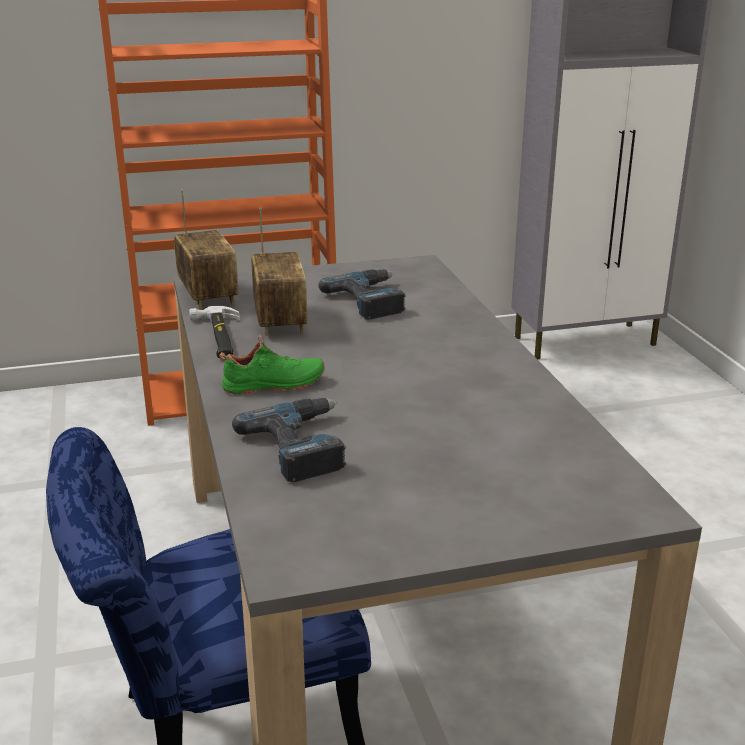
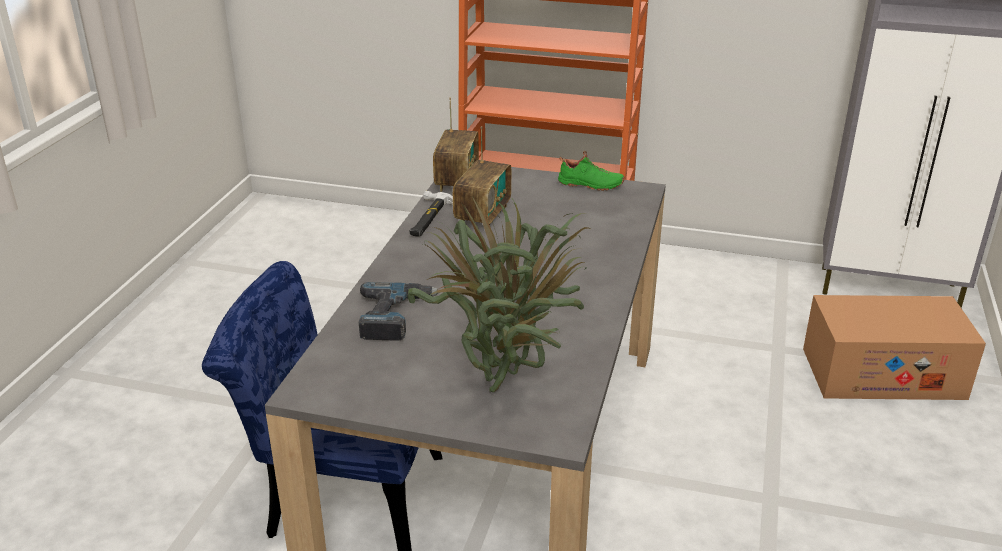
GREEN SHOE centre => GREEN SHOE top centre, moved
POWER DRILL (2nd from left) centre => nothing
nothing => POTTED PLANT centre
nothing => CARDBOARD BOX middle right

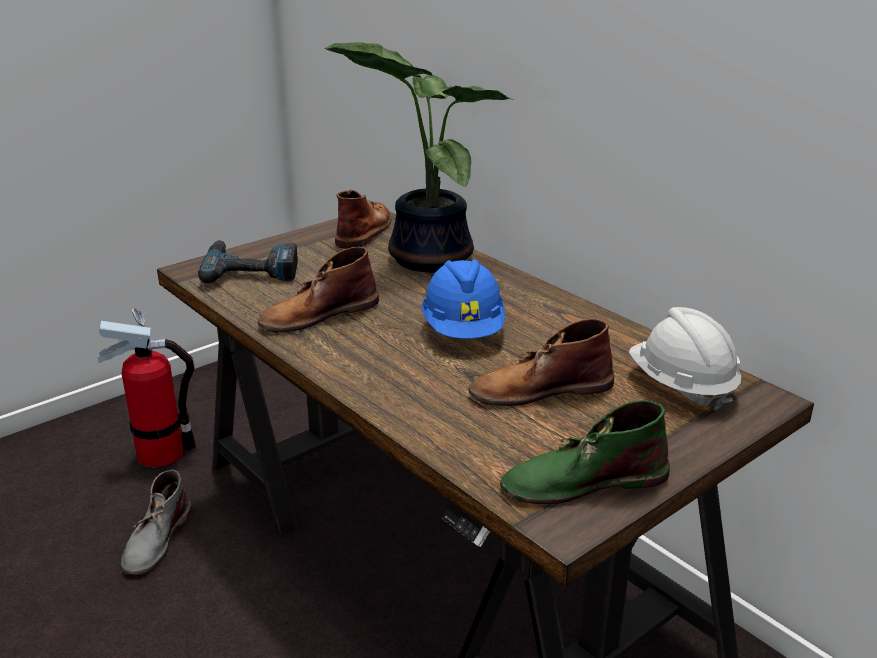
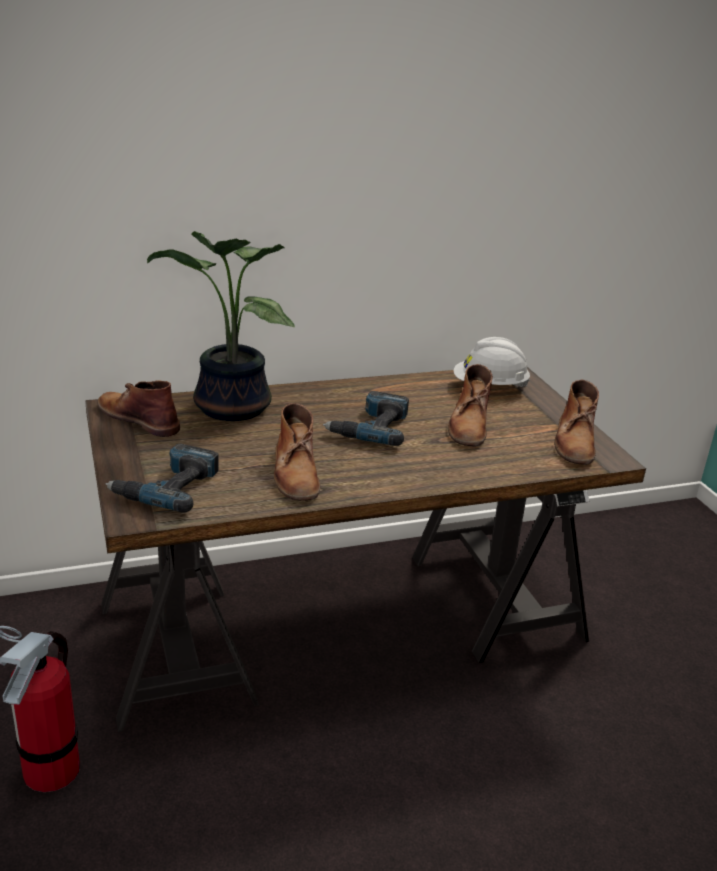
GREY BOOT bottom left => nothing
BLUE HARD HAT centre => POWER DRILL (2nd from left) centre
GREEN BOOT bottom right => BROWN BOOT (4th from left) middle right

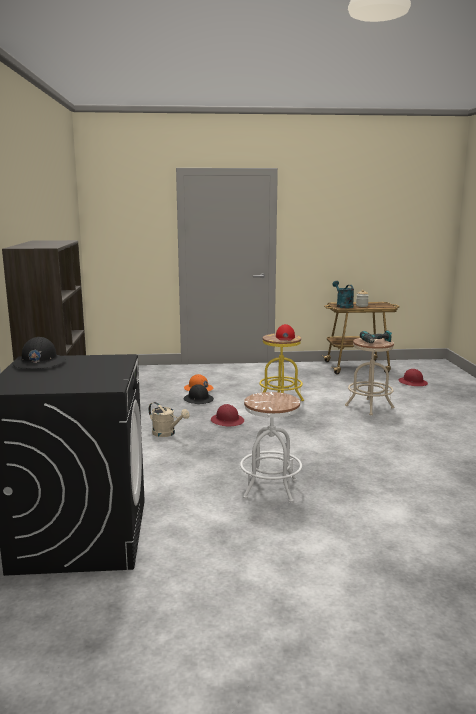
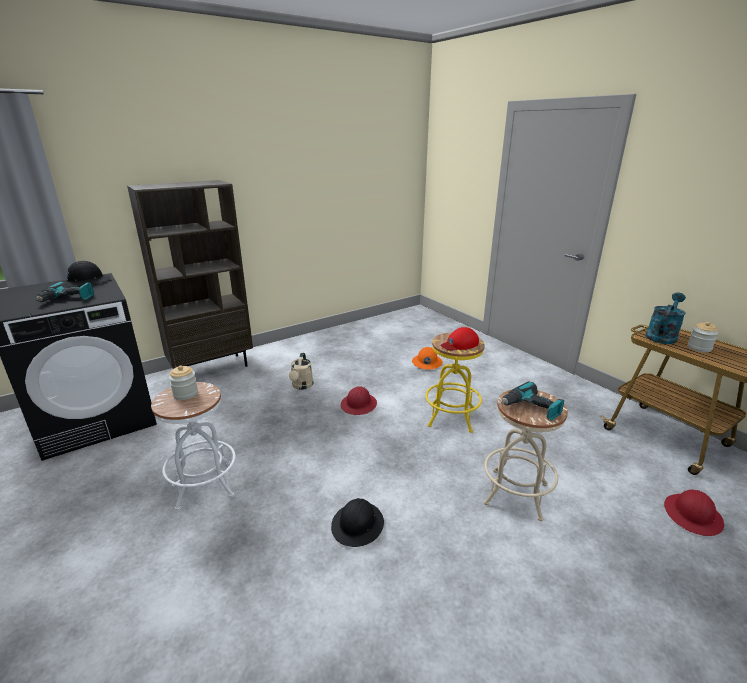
BLACK HARD HAT (2nd from left) centre => BLACK HARD HAT (2nd from left) bottom centre, moved
nothing => POWER DRILL (1st from left) middle left
nothing => JAR (1st from left) middle left

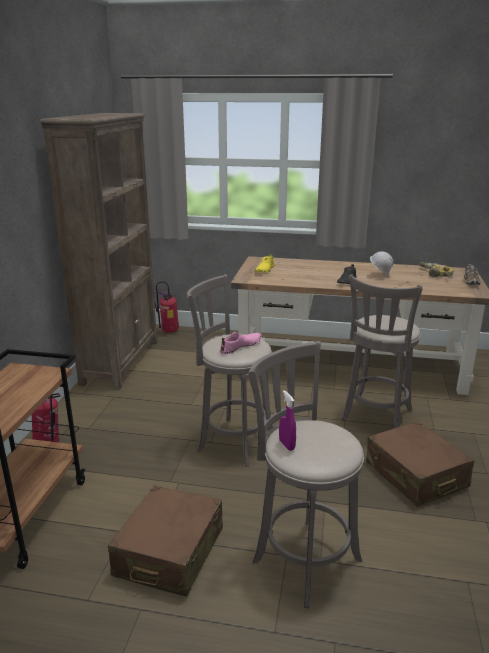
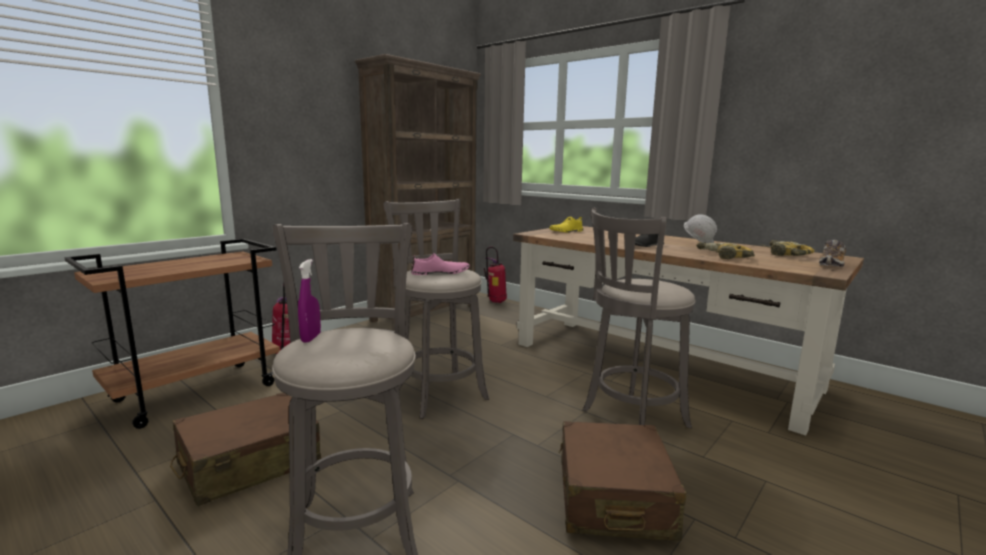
nothing => POWER DRILL (1st from left) middle right

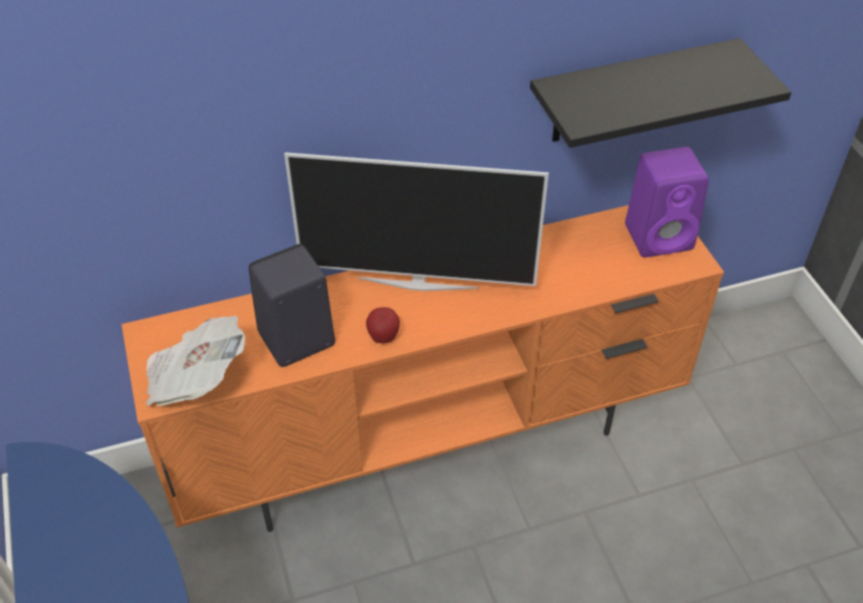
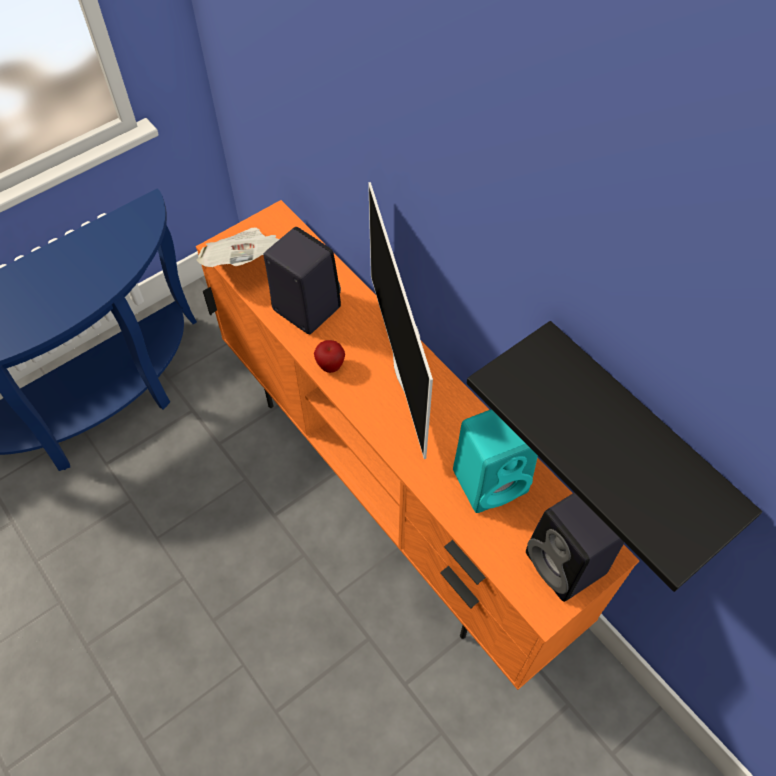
PURPLE SPEAKER middle right => BLACK SPEAKER (2nd from left) bottom right
nothing => TURQUOISE SPEAKER centre

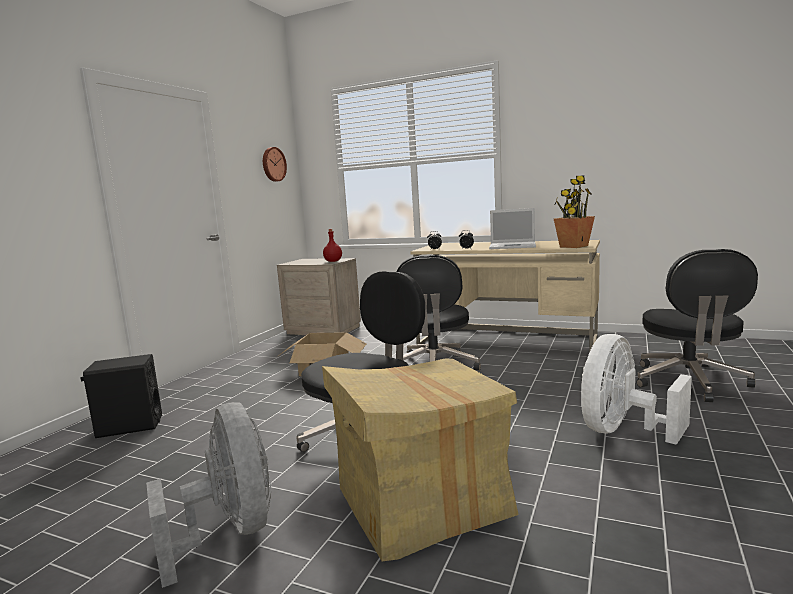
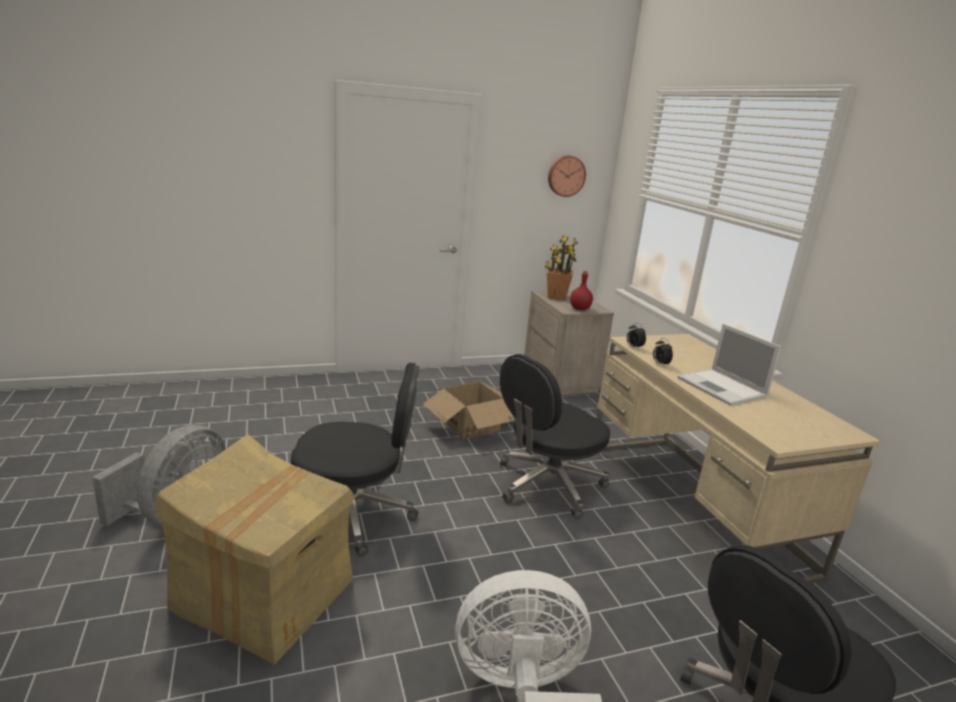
BLACK SPEAKER bottom left => nothing
POTTED PLANT middle right => POTTED PLANT centre, moved

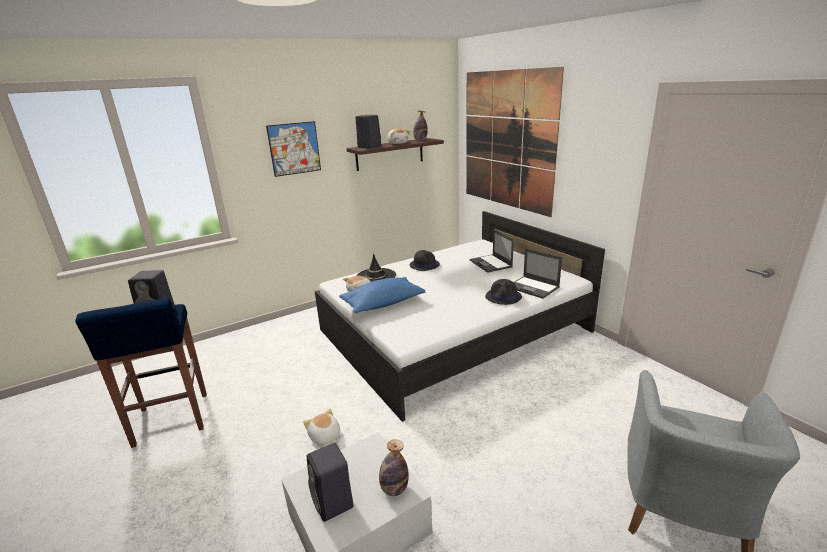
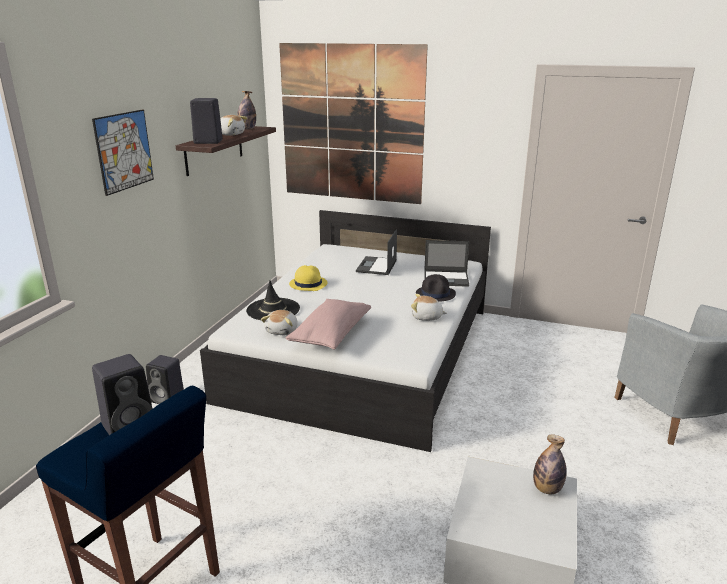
PLUSH TOY (1st from left in the first image) bottom centre => PLUSH TOY (3rd from left) centre, moved
BLACK SPEAKER (2nd from left) bottom centre => BLACK SPEAKER (2nd from left) middle left, moved
BLUE PILLOW centre => PINK PILLOW centre
BLACK HAT (2nd from left) centre => YELLOW HAT centre
LAPTOP (1st from left) centre, 75 degrees clockwise

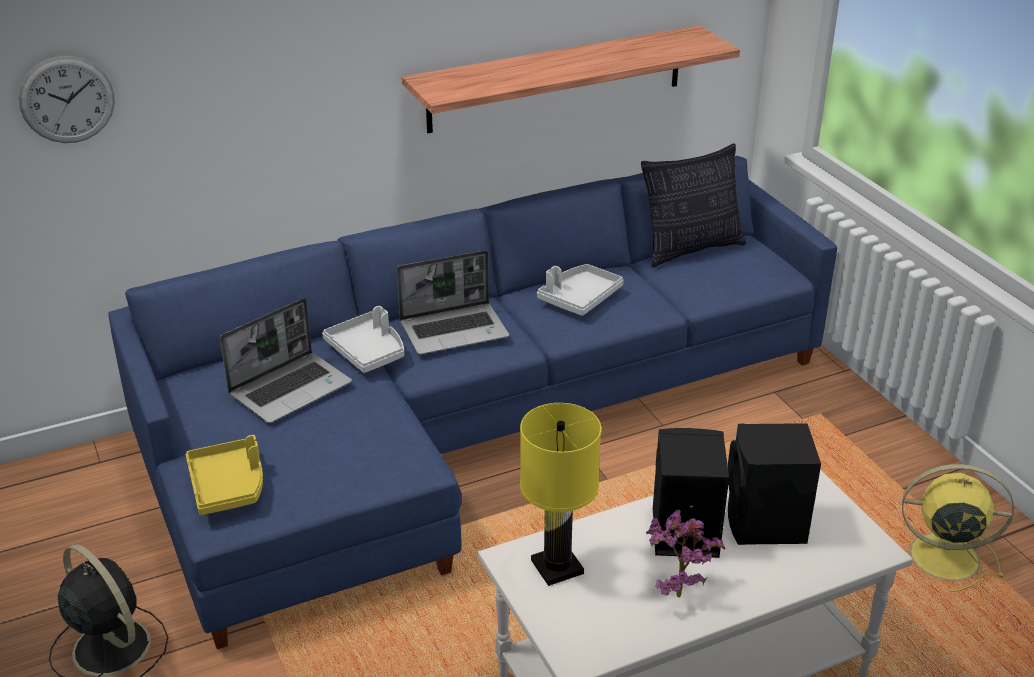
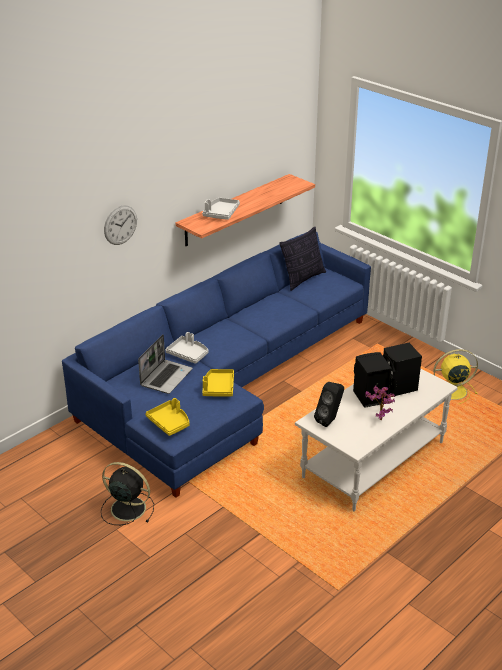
WALL CLOCK top left => WALL CLOCK middle left, moved
LAPTOP (2nd from left) centre => nothing
YELLOW TABLE LAMP bottom centre => BLACK SPEAKER (1st from left) centre
GREY TRAY (2nd from left) centre => GREY TRAY (2nd from left) top centre, moved
nothing => YELLOW TRAY (2nd from left) centre

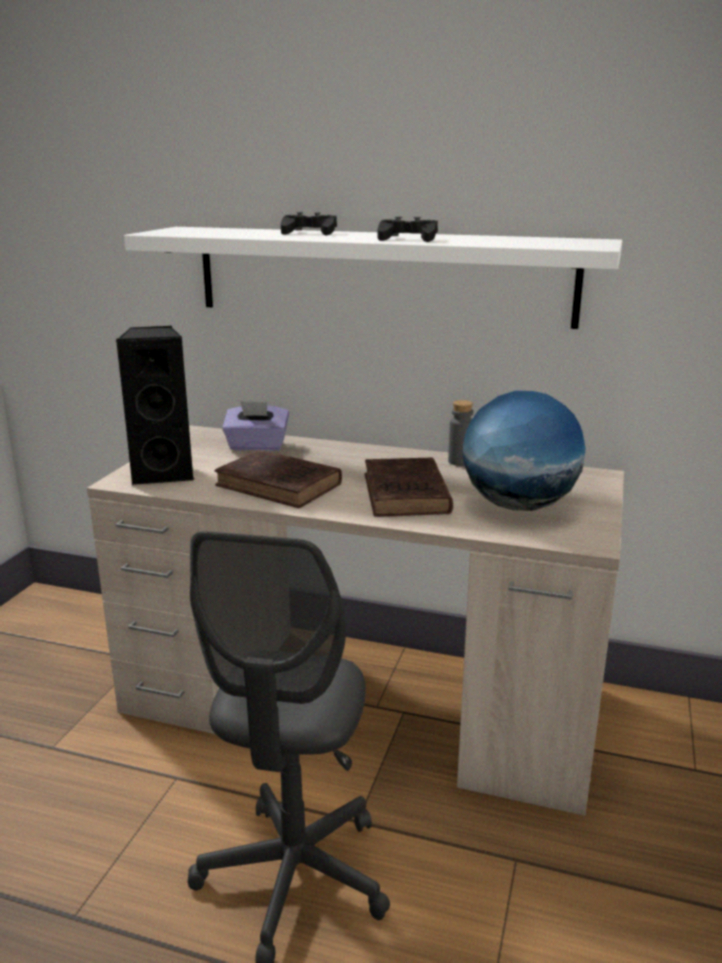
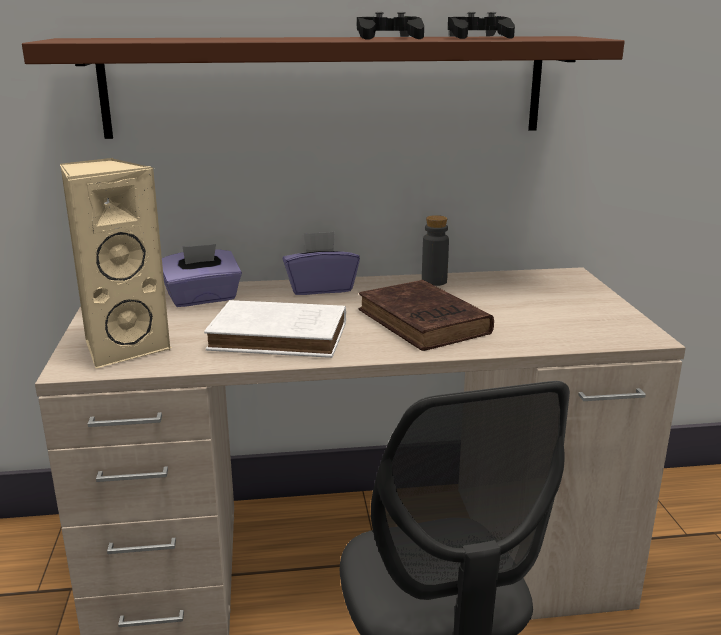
BLACK SPEAKER middle left => BEIGE SPEAKER middle left
WHITE SHELF top centre => BROWN SHELF top centre
BROWN BOOK (1st from left) centre => WHITE BOOK centre
BLACK GAME CONTROLLER (1st from left in the first image) top centre => BLACK GAME CONTROLLER (2nd from left) top right, moved
GLOBE middle right => nothing
nothing => PURPLE TISSUE BOX (2nd from left) centre

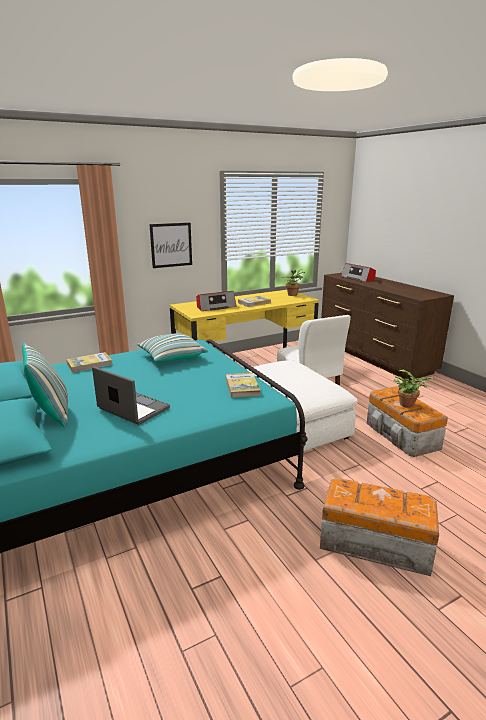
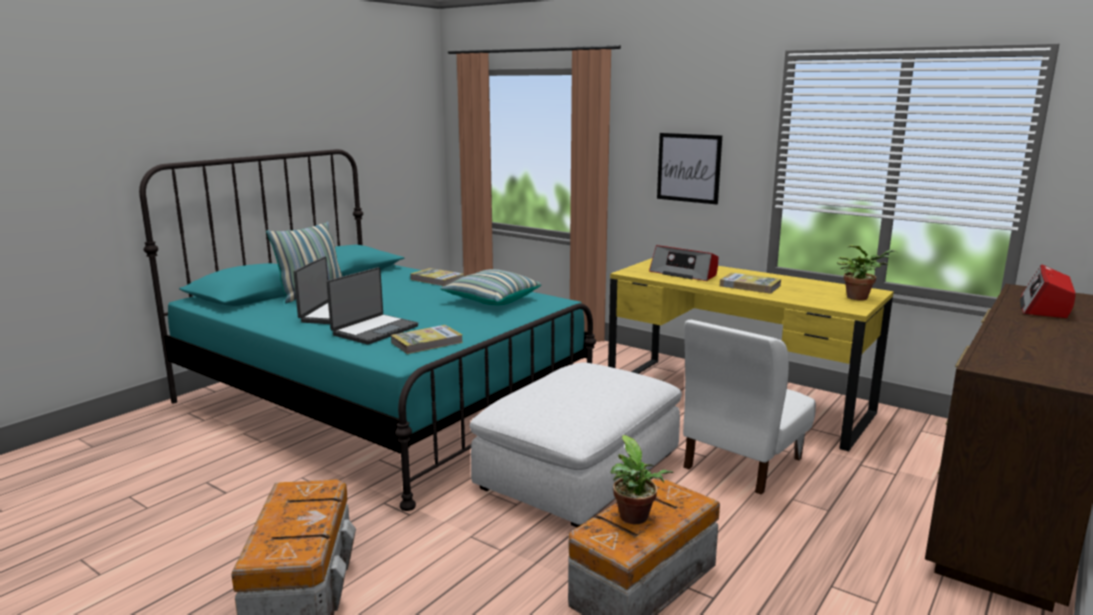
nothing => LAPTOP (2nd from left) centre

